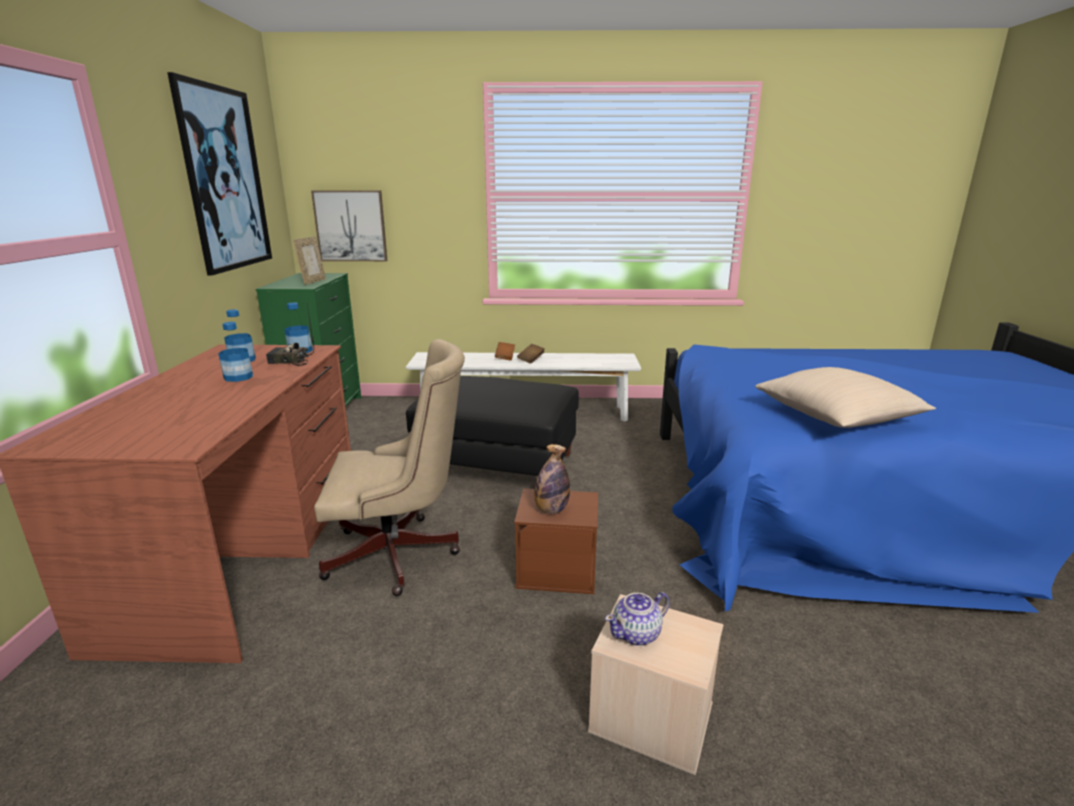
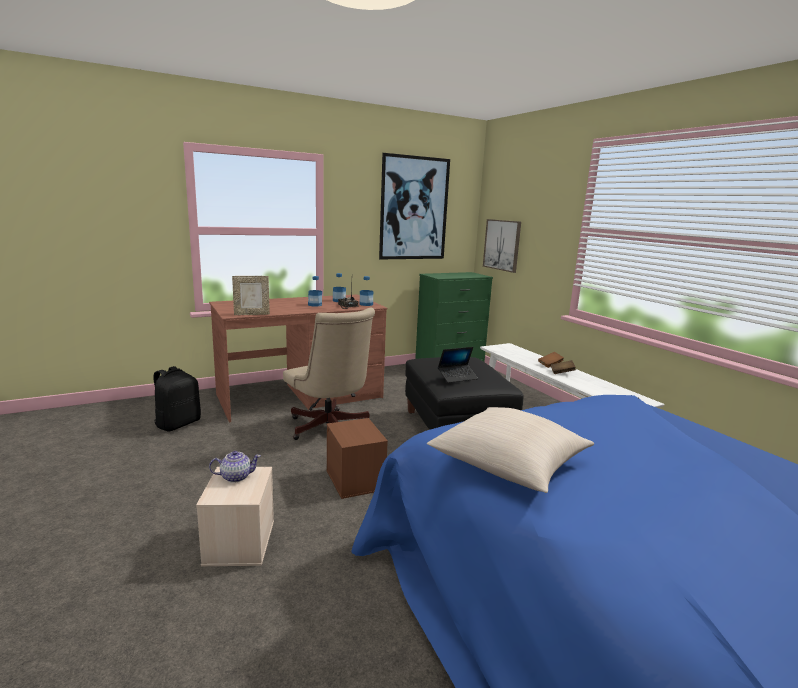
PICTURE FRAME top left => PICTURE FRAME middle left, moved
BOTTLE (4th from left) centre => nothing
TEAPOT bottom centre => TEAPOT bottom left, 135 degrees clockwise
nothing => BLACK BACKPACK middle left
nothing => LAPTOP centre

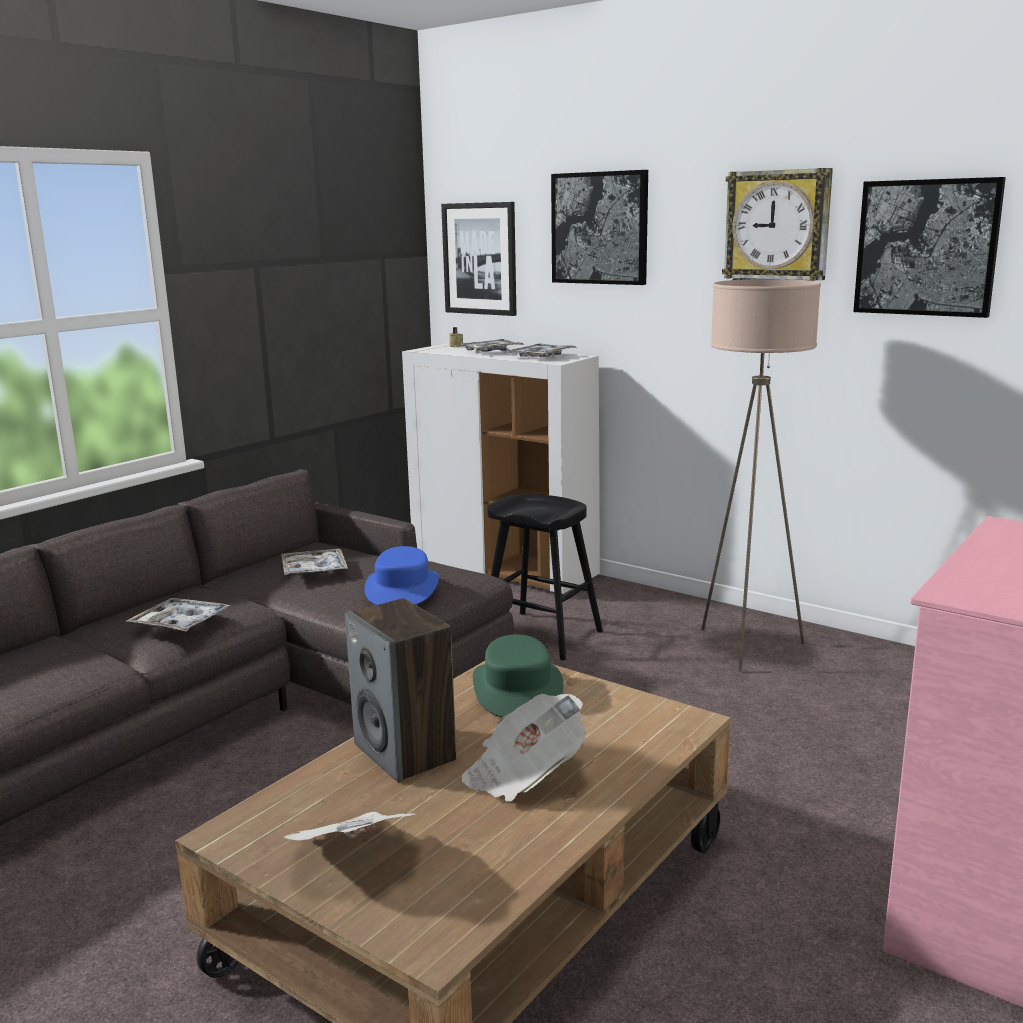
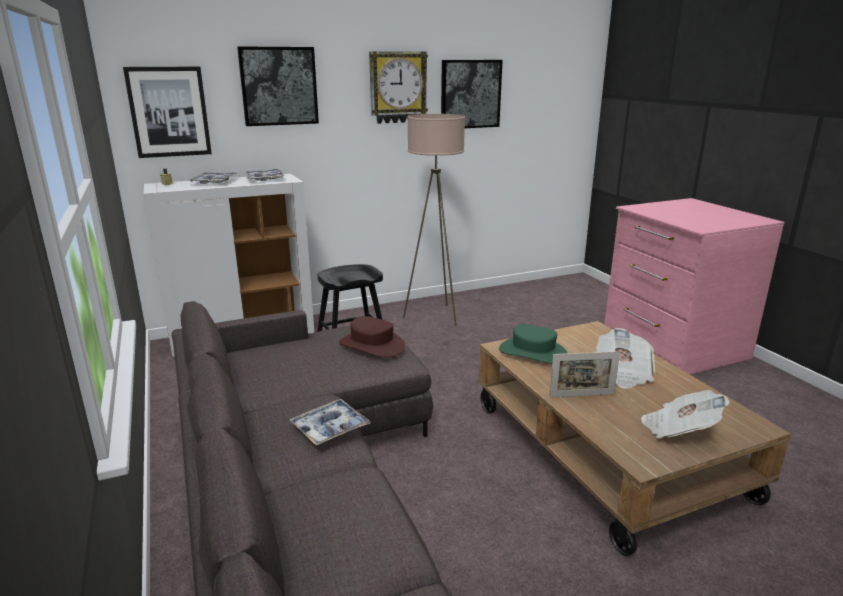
TRAY (2nd from left) middle left => nothing
SPEAKER bottom centre => PICTURE FRAME middle right
BLUE HAT centre => BROWN HAT centre

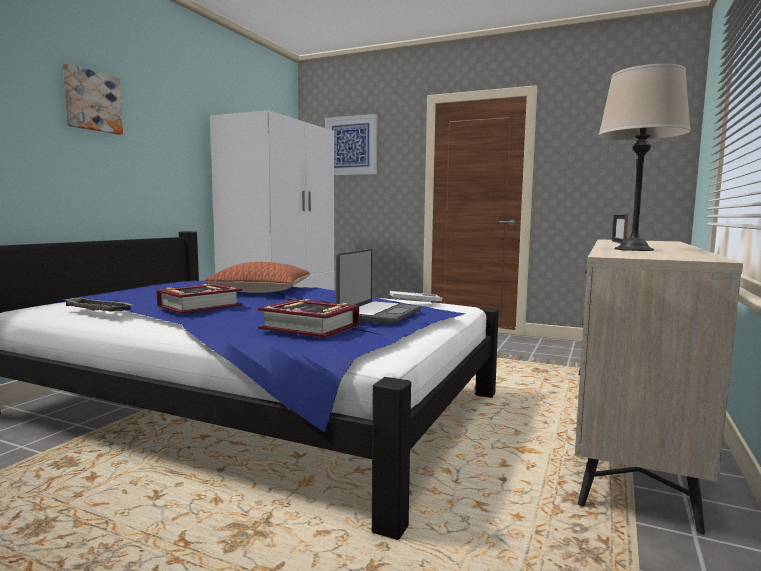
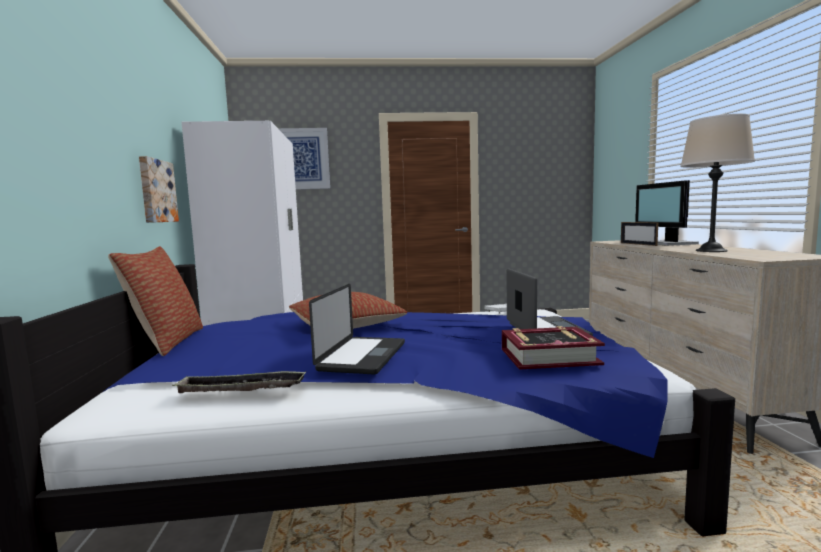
PICTURE (1st from left) top left => PICTURE (1st from left) middle left, moved
BOOK (1st from left) middle left => LAPTOP (1st from left) centre
nothing => PILLOW (1st from left) middle left
nothing => MONITOR middle right

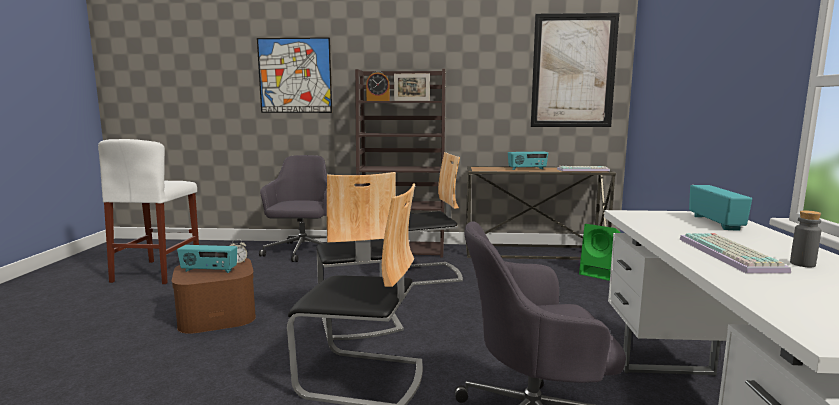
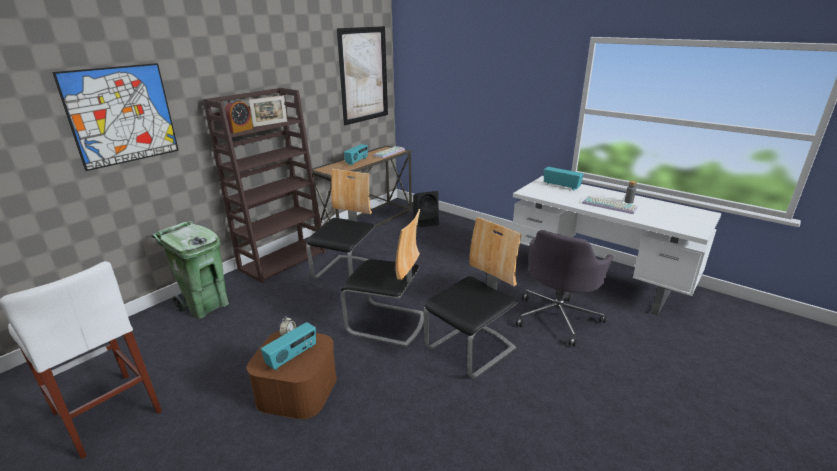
GREY OFFICE CHAIR (1st from left) centre => GREEN TRASH CAN middle left
GREEN SPEAKER middle right => BLACK SPEAKER centre

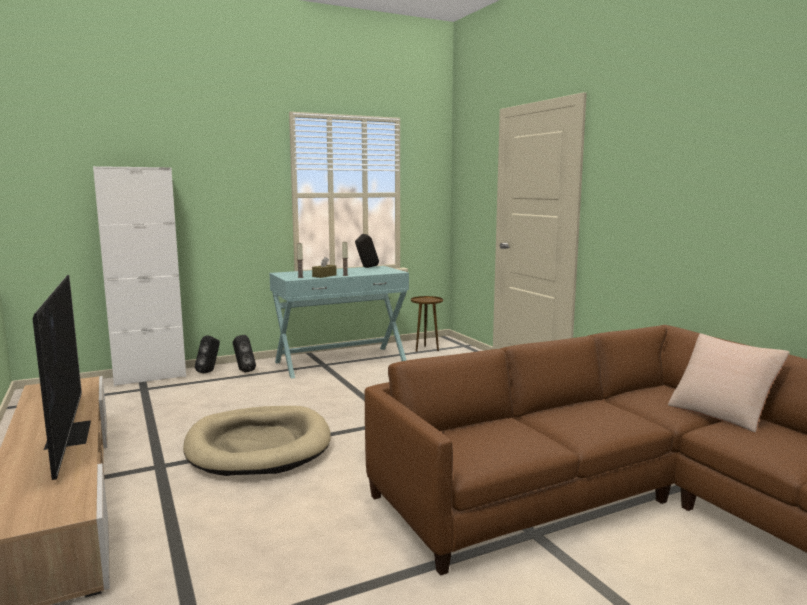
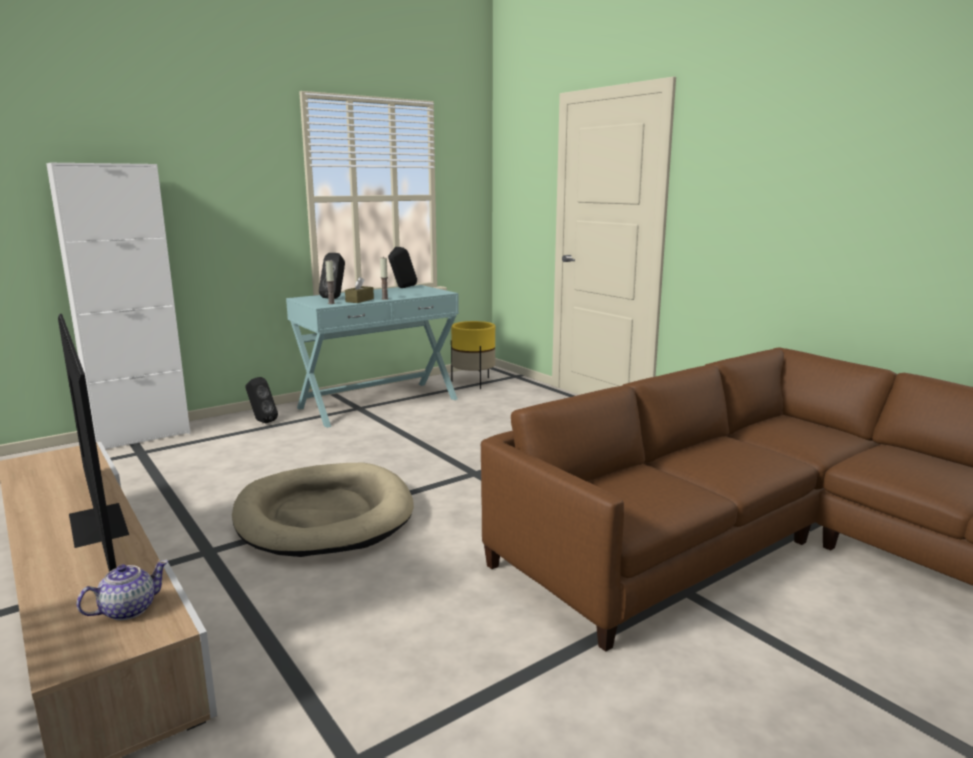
BLACK SPEAKER (1st from left in the first image) middle left => BLACK SPEAKER (2nd from left) centre, moved
BROWN SIDE TABLE centre => YELLOW PLANTER centre
BEIGE PILLOW middle right => nothing
nothing => TEAPOT bottom left

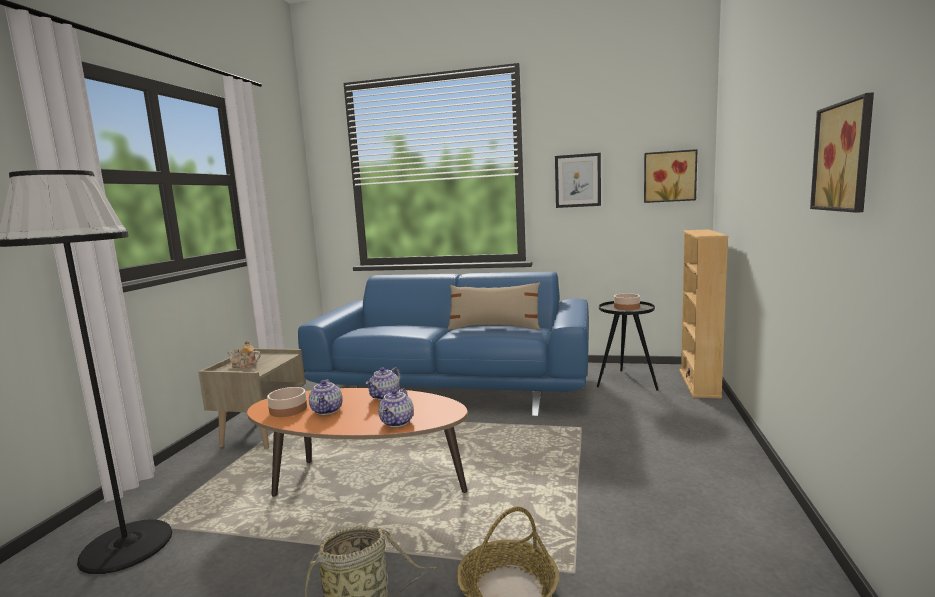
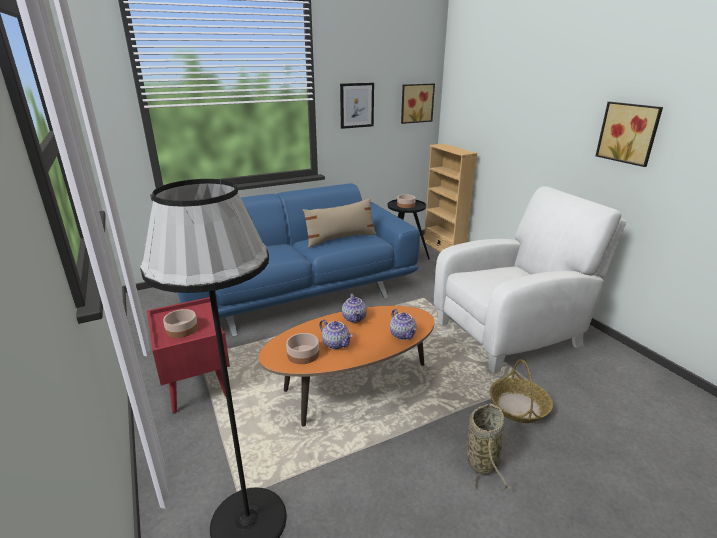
BEIGE NIGHTSTAND bottom left => RED NIGHTSTAND middle left
TEAPOT (1st from left) middle left => BOWL (1st from left) middle left
nothing => WHITE ARMCHAIR middle right

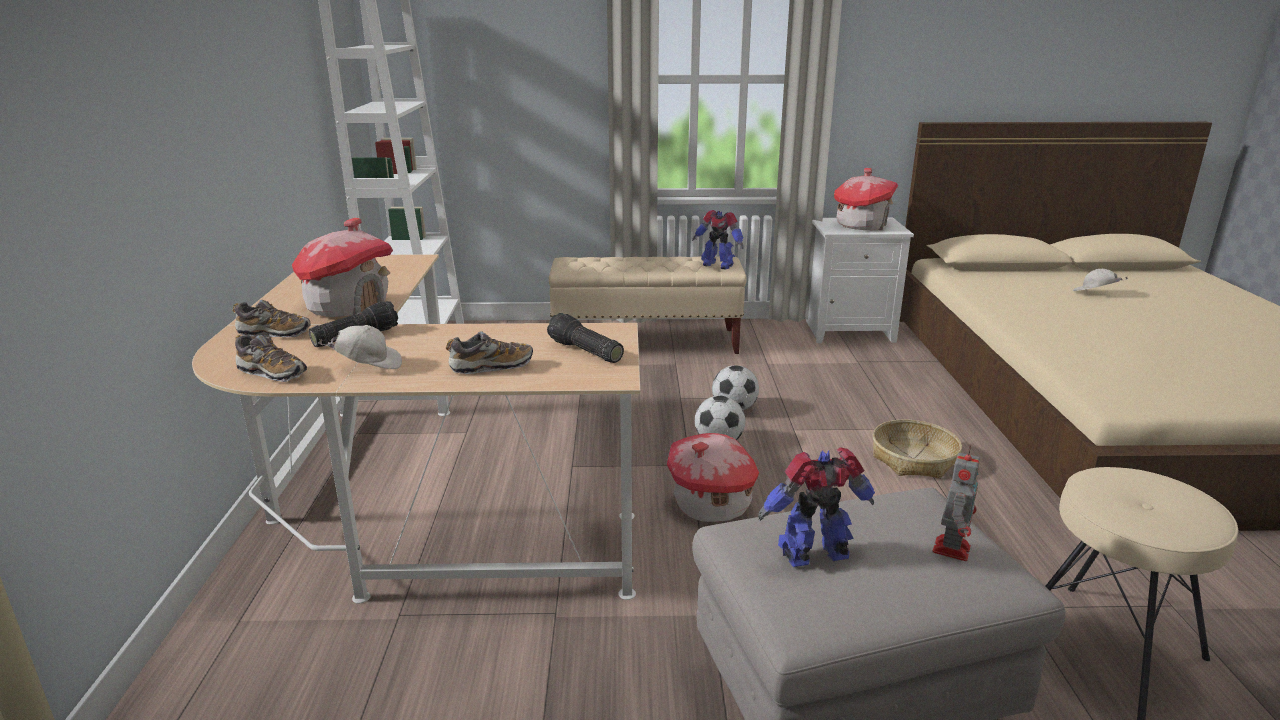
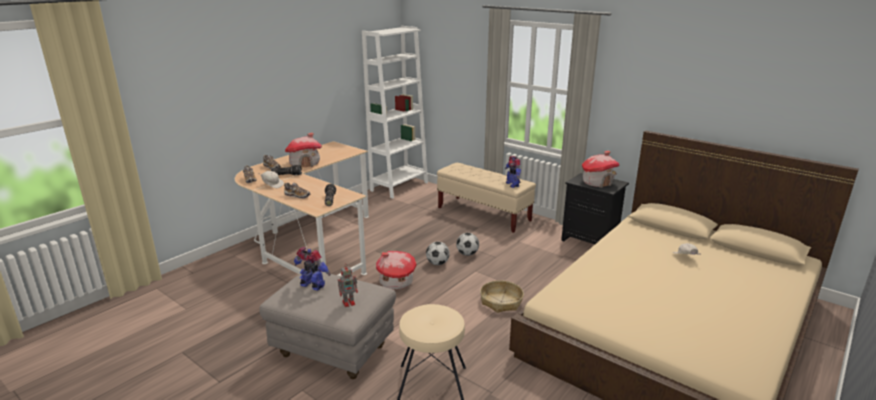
WHITE NIGHTSTAND middle right => BLACK NIGHTSTAND middle right

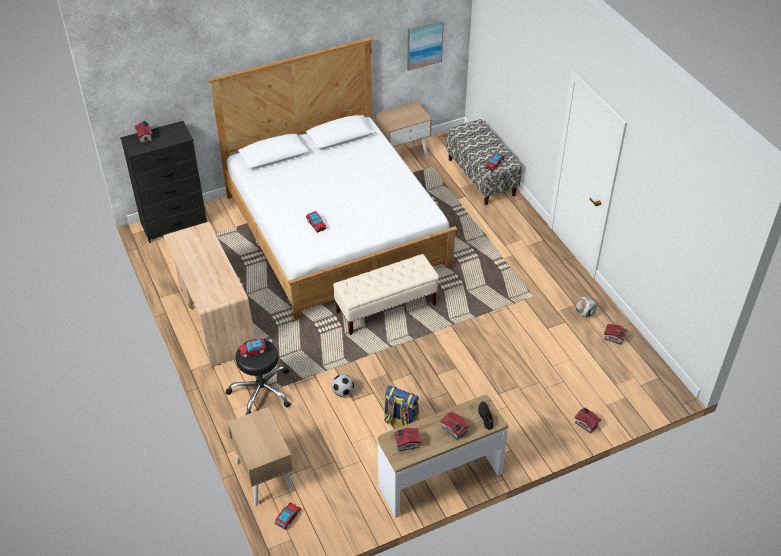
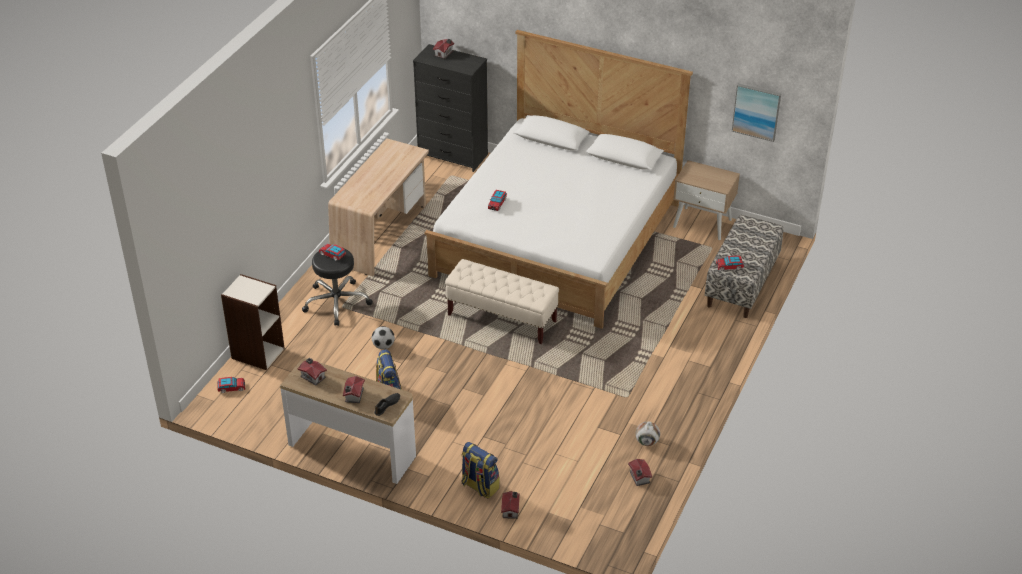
BEIGE NIGHTSTAND (1st from left) bottom centre => BOOKCASE middle left
nothing => BACKPACK (2nd from left) bottom centre

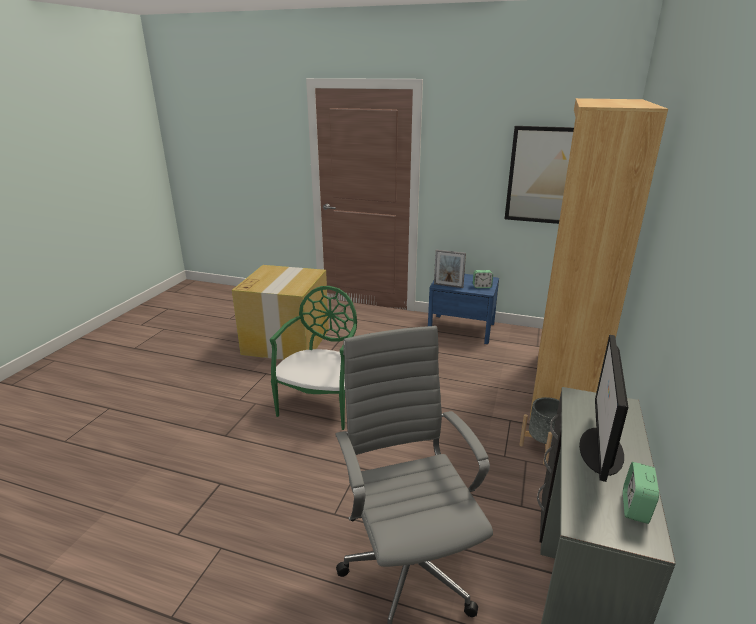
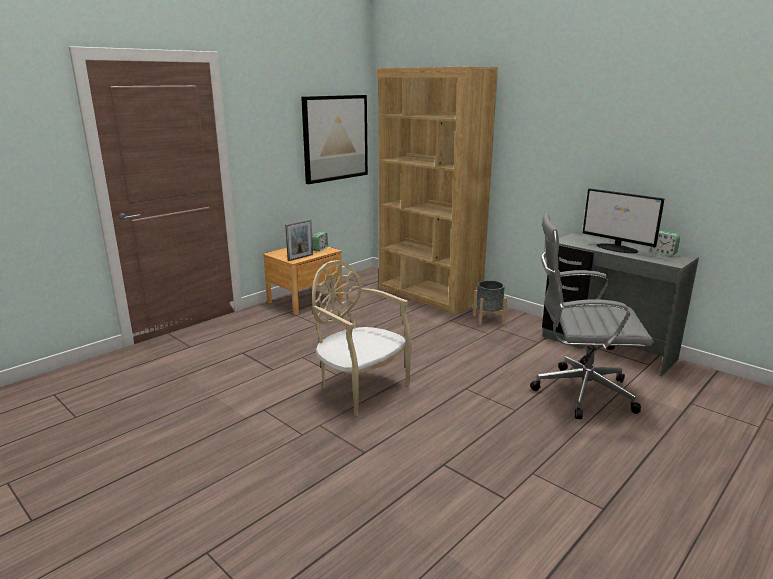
CARDBOARD BOX centre => nothing
GREEN CHAIR centre => BEIGE CHAIR centre
BLUE NIGHTSTAND centre => BROWN NIGHTSTAND centre

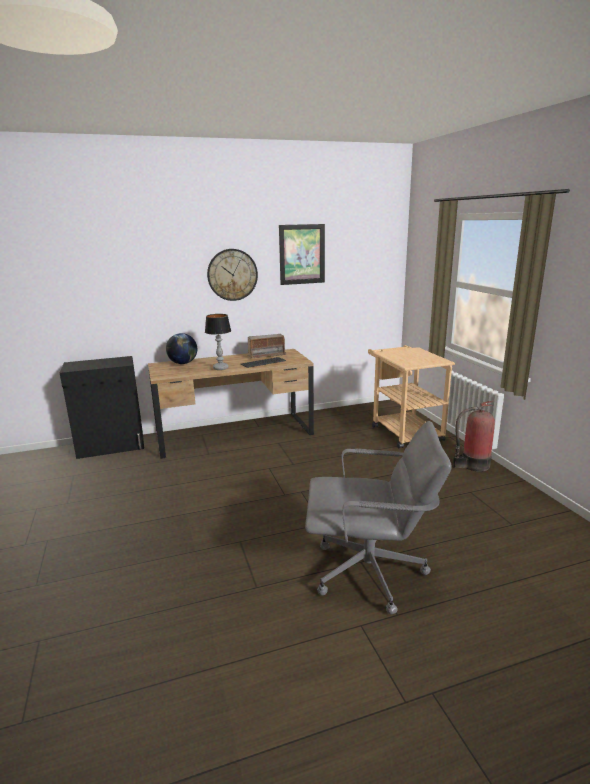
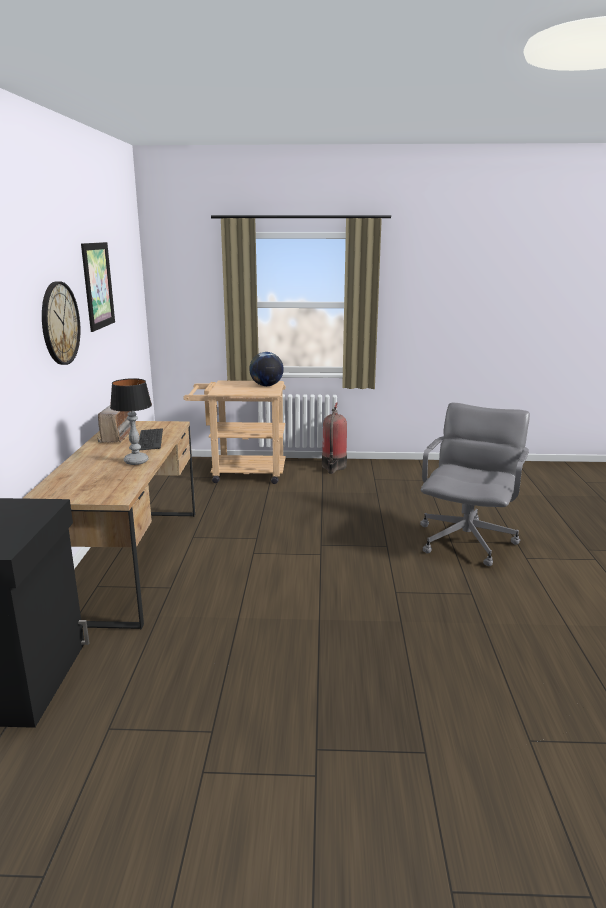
GLOBE middle left => GLOBE centre, moved

